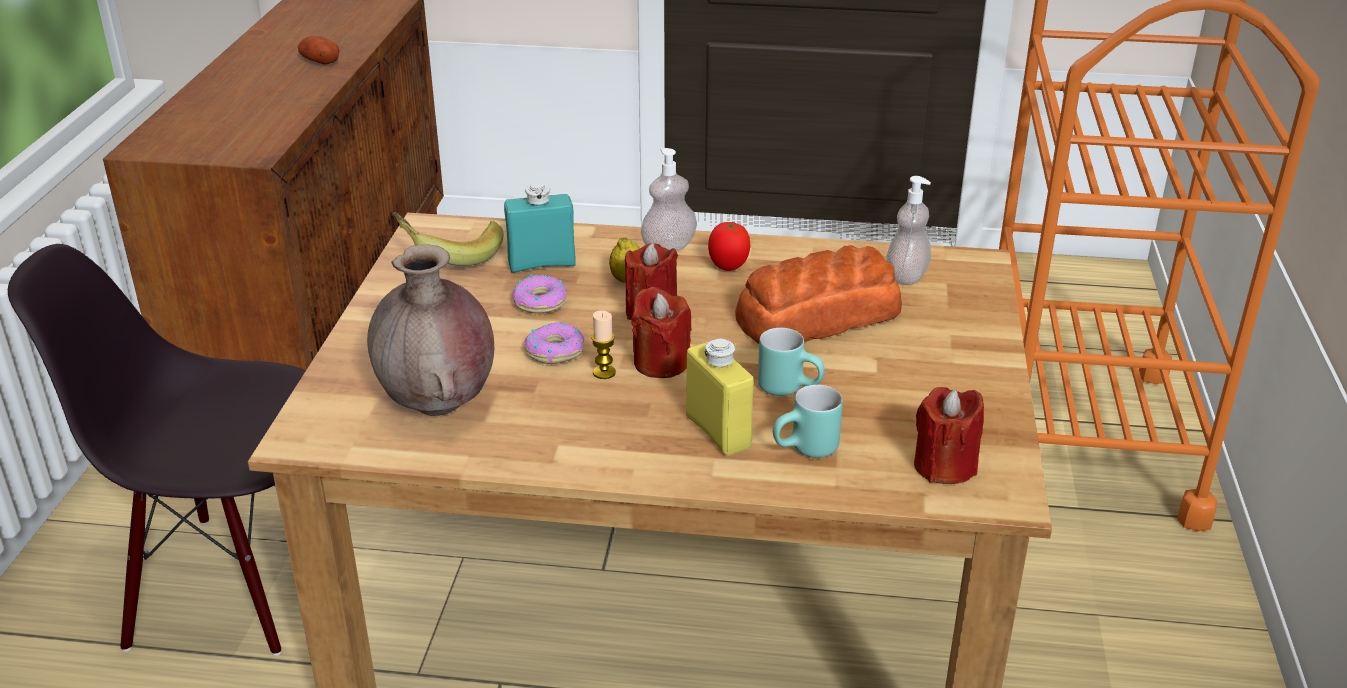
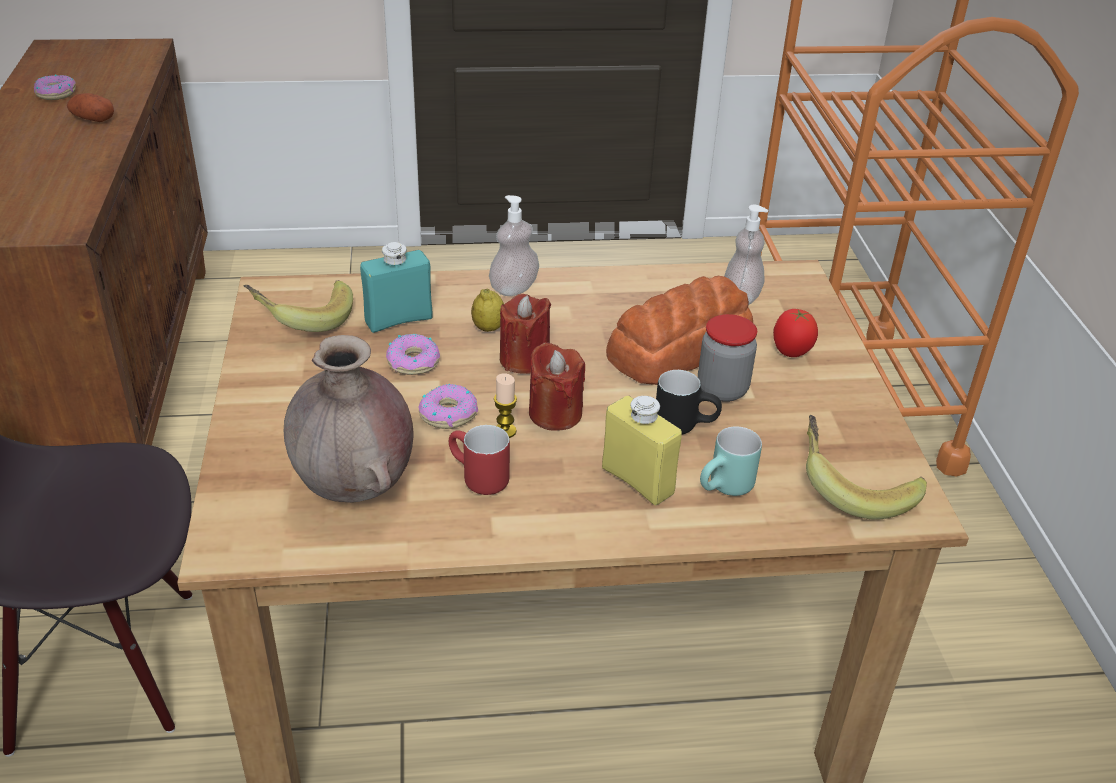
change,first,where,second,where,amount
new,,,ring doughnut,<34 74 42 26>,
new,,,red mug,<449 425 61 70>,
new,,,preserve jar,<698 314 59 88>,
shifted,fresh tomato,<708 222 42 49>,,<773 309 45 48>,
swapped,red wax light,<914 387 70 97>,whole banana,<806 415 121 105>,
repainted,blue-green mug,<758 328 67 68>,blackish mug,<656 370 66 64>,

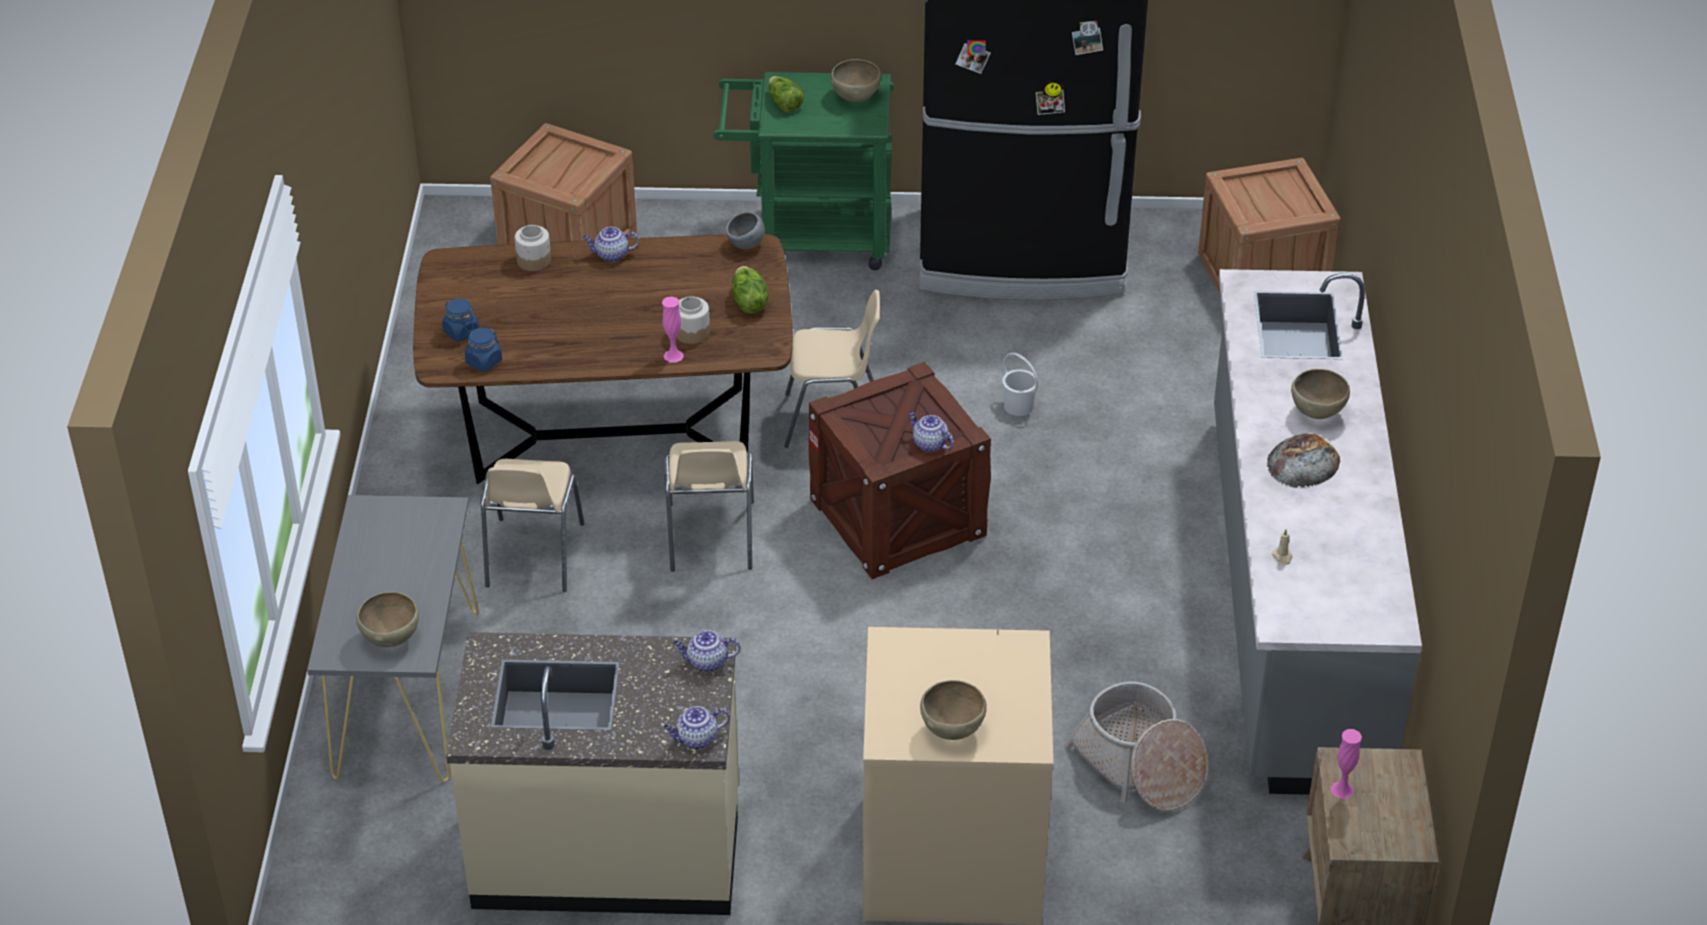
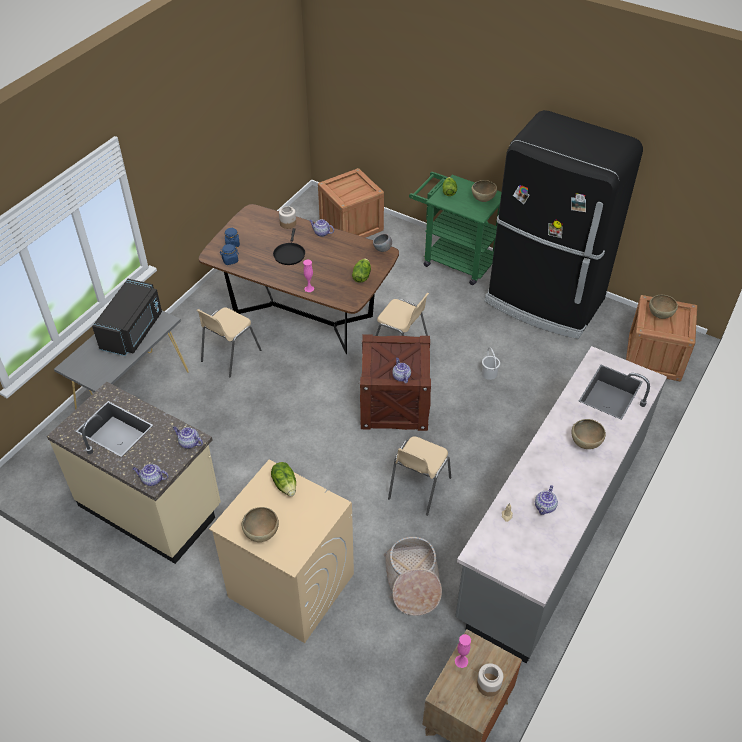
change,first,where,second,where,amount
gone,bakery bread,<1267 433 73 55>,,,
new,,,blackish microwave oven,<92 279 70 77>,
new,,,head of lettuce,<271 462 25 34>,
new,,,blackish pan,<273 228 32 37>,
new,,,teapot,<535 485 23 30>,
shifted,brown-coloured serving bowl,<356 592 63 55>,,<649 295 29 24>,
shifted,sand-coloured chair,<664 441 90 131>,,<388 436 63 80>,
shifted,preserve jar,<676 296 34 48>,,<477 663 26 34>,

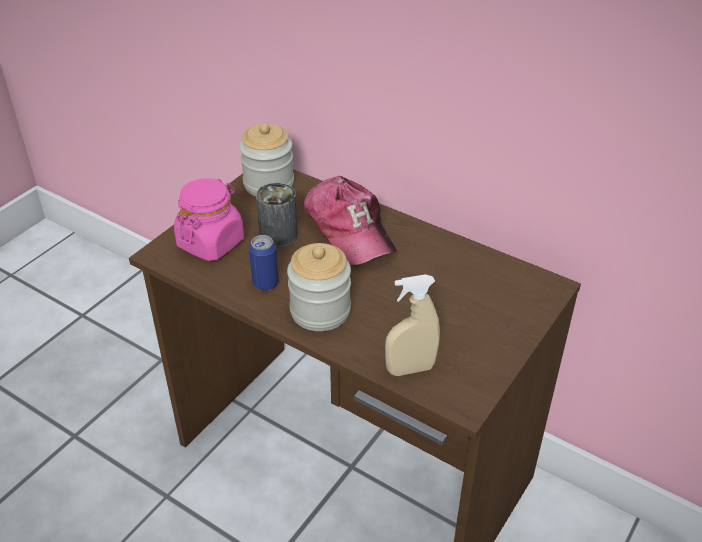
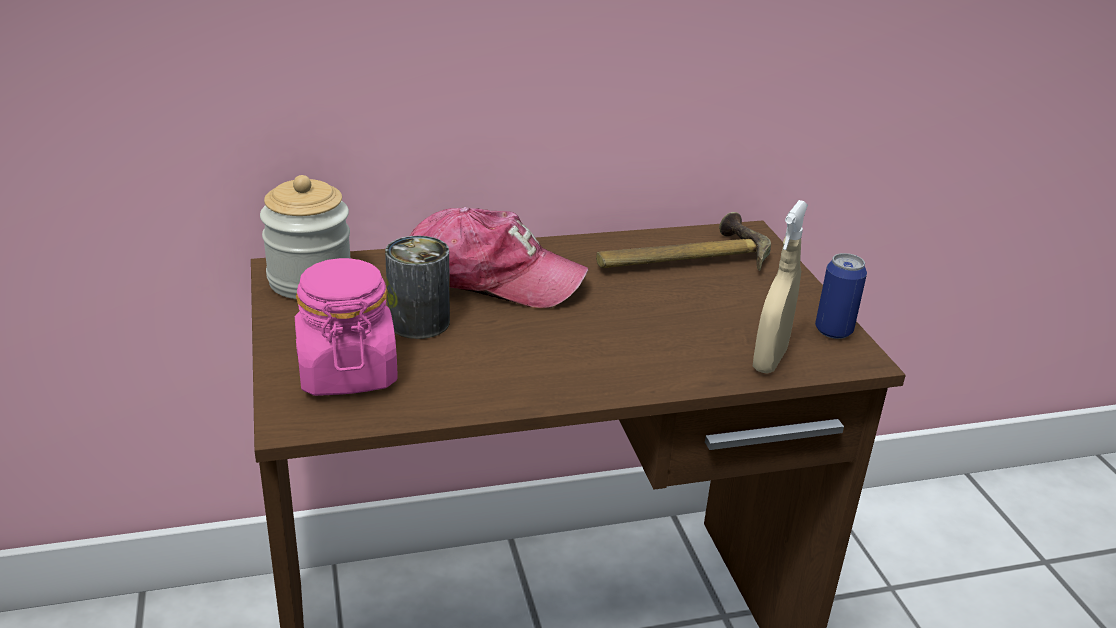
change,first,where,second,where,amount
gone,preserve jar,<287 243 64 88>,,,
new,,,tool hammer,<596 212 175 59>,
shifted,metal can,<249 235 29 56>,,<815 253 52 86>,

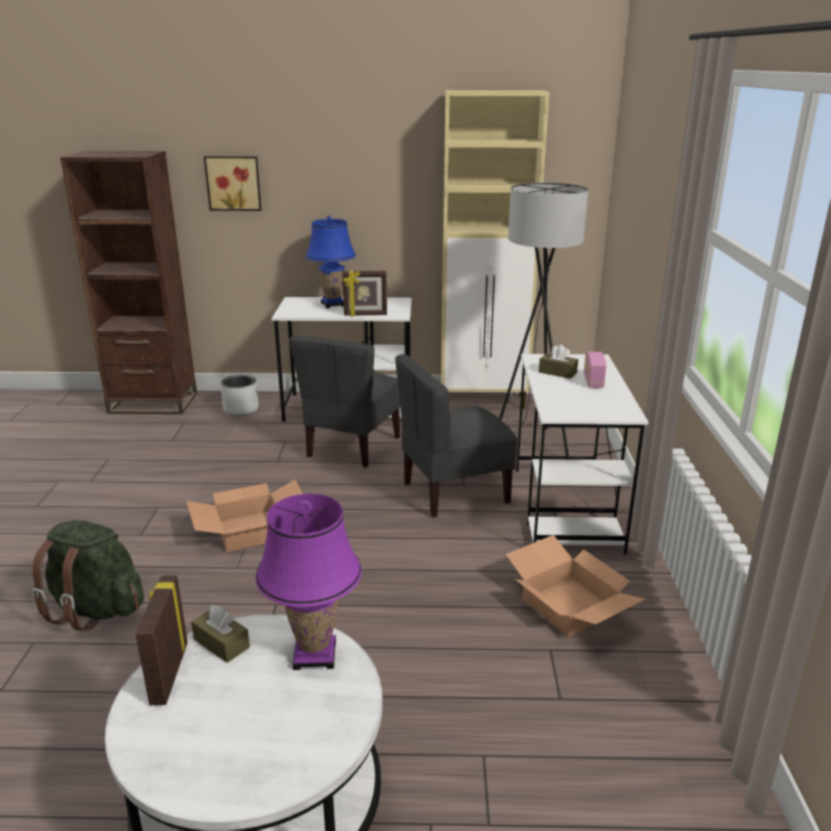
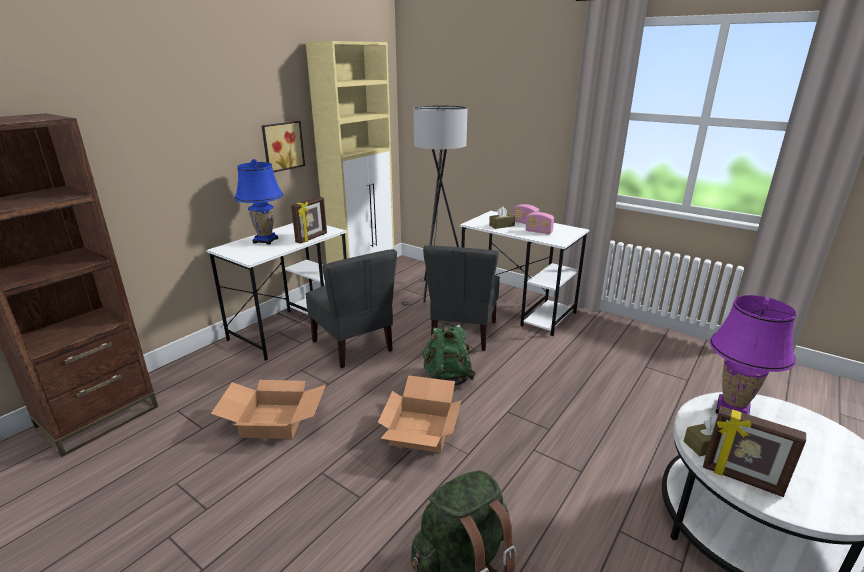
change,first,where,second,where,amount
gone,grey planter,<220 375 39 41>,,,
new,,,greenish rucksack,<423 325 53 61>,
new,,,radio receiver,<526 212 28 22>,
shifted,wall art,<204 156 57 55>,,<262 121 43 52>,
shifted,cardboard box,<505 535 141 102>,,<211 380 115 59>,

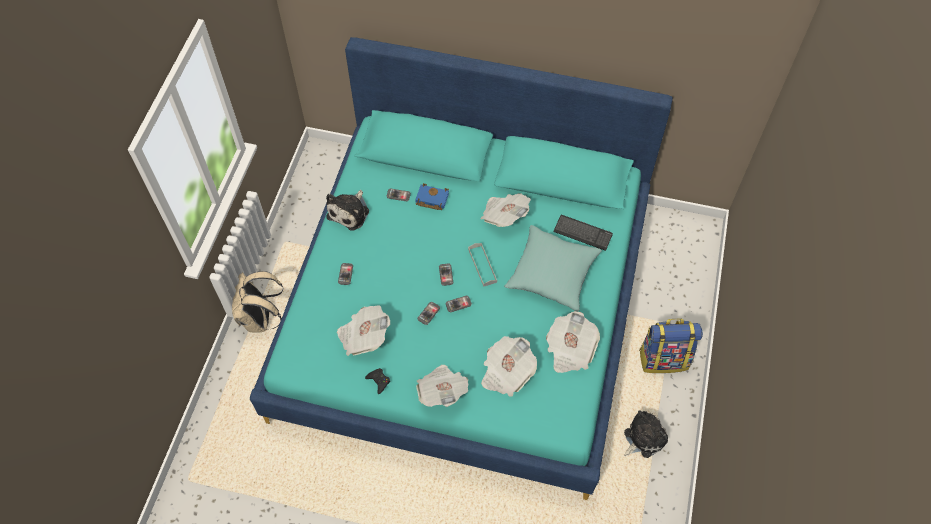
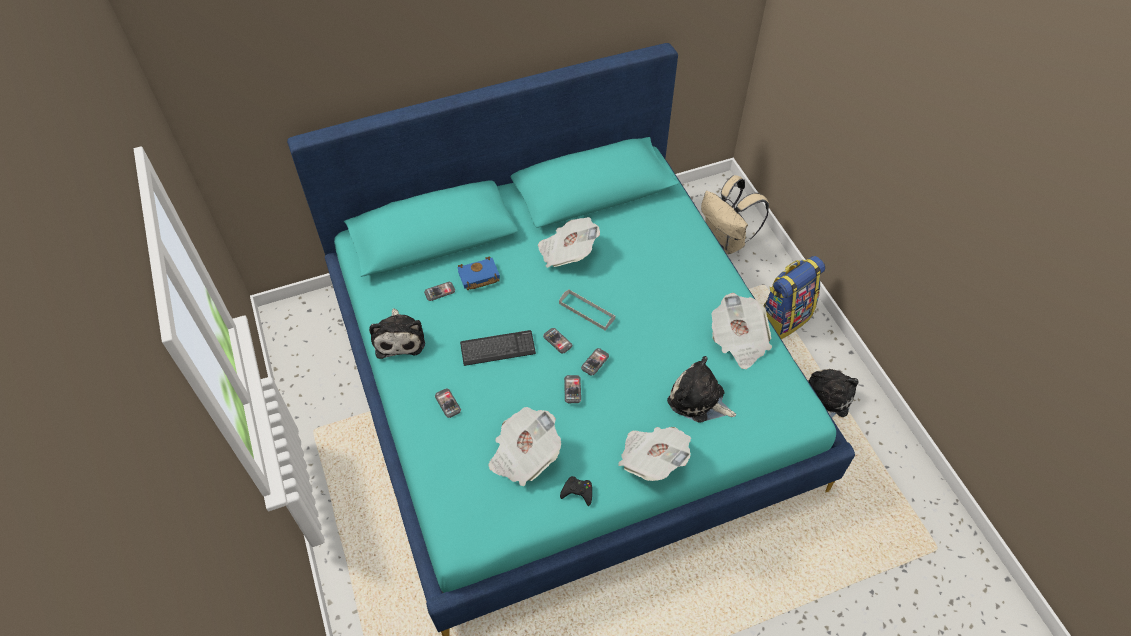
change,first,where,second,where,amount
gone,blue-green pillow,<504 225 98 87>,,,
shifted,sand-coloured rucksack,<232 271 52 62>,,<701 175 68 79>,
shifted,computer keyboard,<553 215 60 36>,,<460 330 76 36>,
swapped,daily paper,<481 336 56 61>,cuddly toy,<667 356 69 67>,

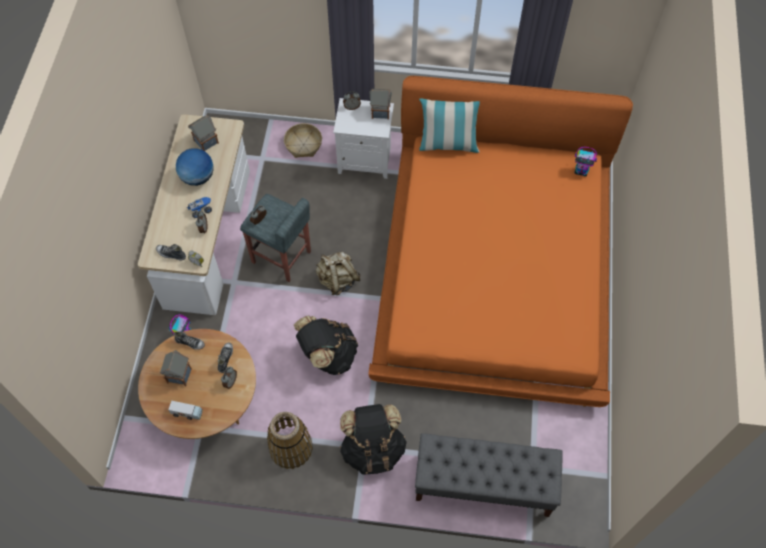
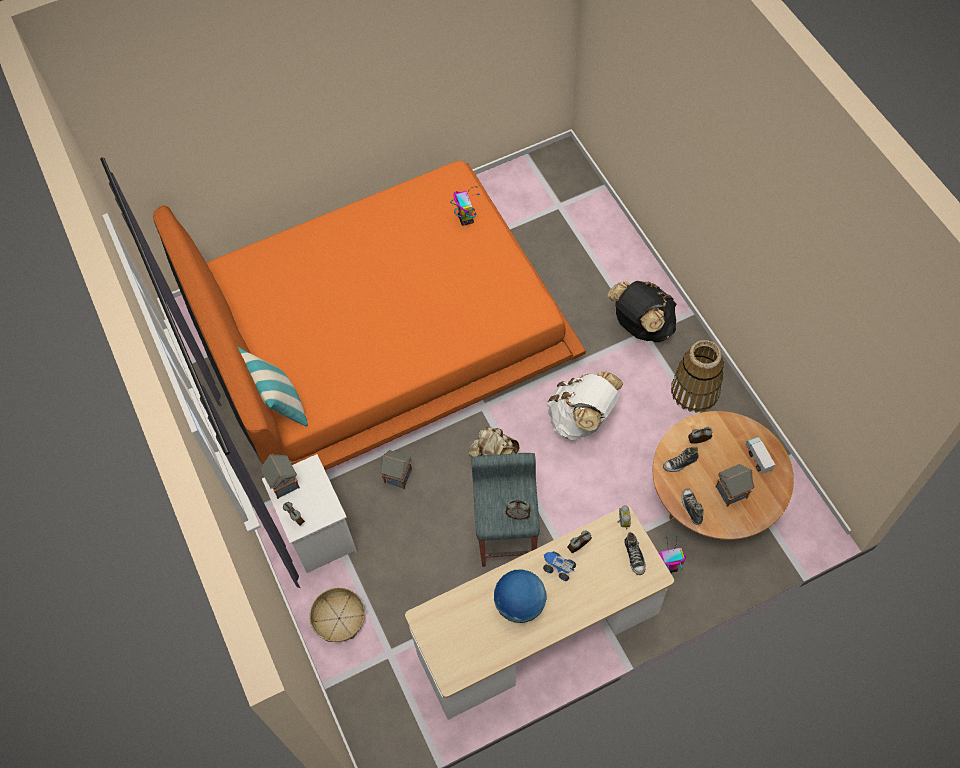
change,first,where,second,where,amount
gone,grey long seat,<415 433 147 84>,,,
shifted,miniature house,<188 115 31 36>,,<380 450 32 39>,
shifted,robot figure,<574 147 23 29>,,<450 186 29 40>,
repainted,blackish rucksack,<294 315 64 60>,white-coloured rucksack,<547 372 77 68>,

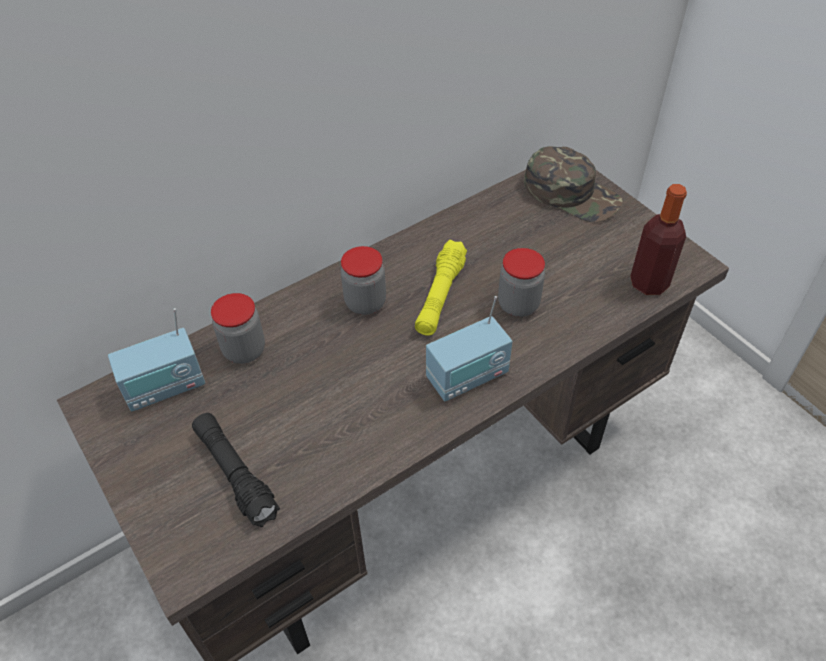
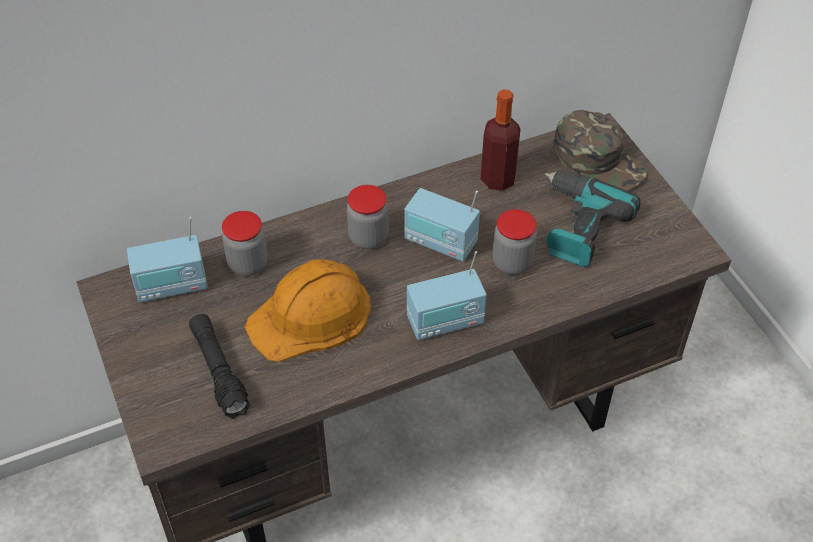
change,first,where,second,where,amount
new,,,orange safety helmet,<245 259 126 103>,
new,,,electric drill,<545 170 96 97>,
shifted,beverage bottle,<630 184 57 111>,,<480 89 41 102>,
swapped,yellow-coloured flashlight,<415 240 52 96>,radio receiver,<404 188 76 73>,

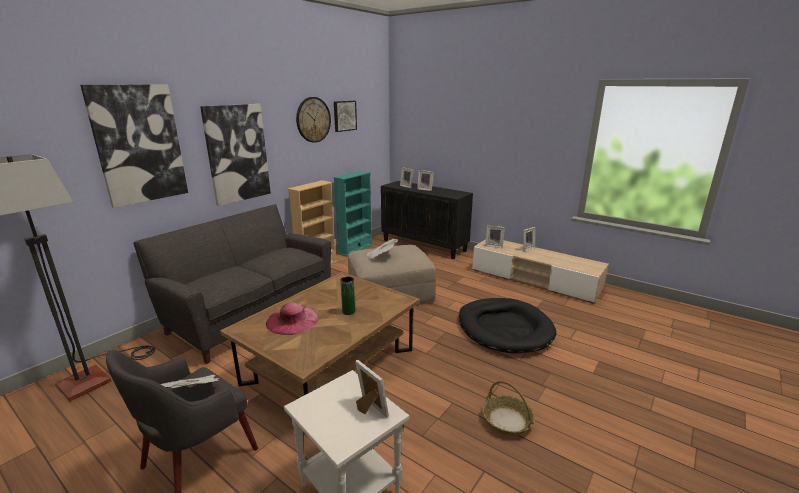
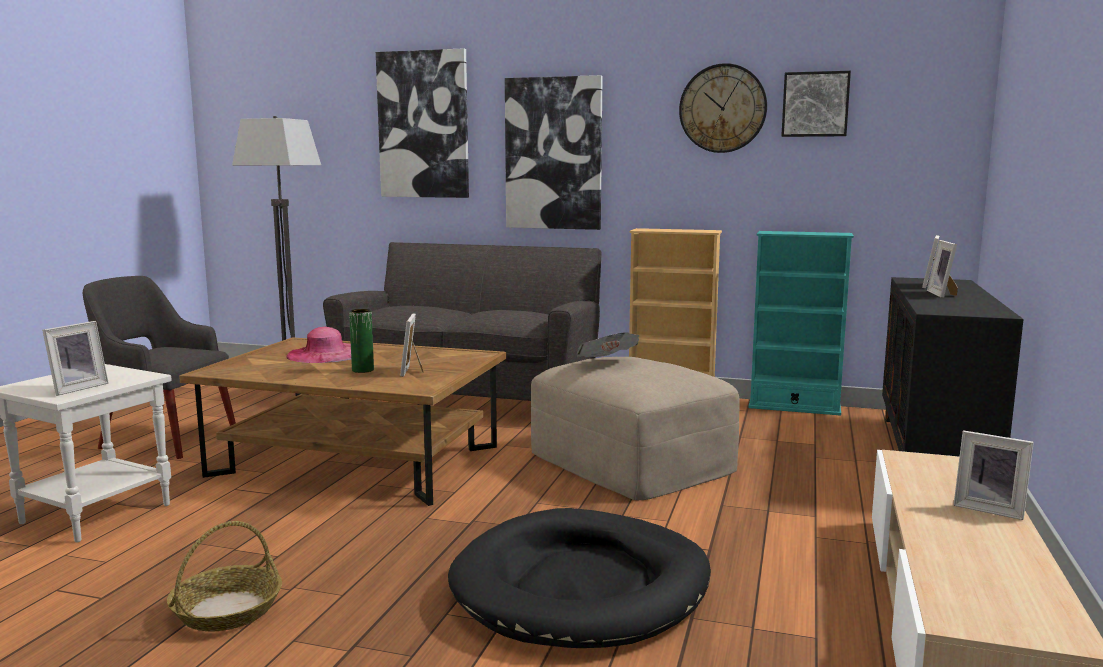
change,first,where,second,where,amount
gone,daily paper,<161 375 58 13>,,,
shifted,standing frame,<485 226 20 22>,,<400 313 23 64>,

